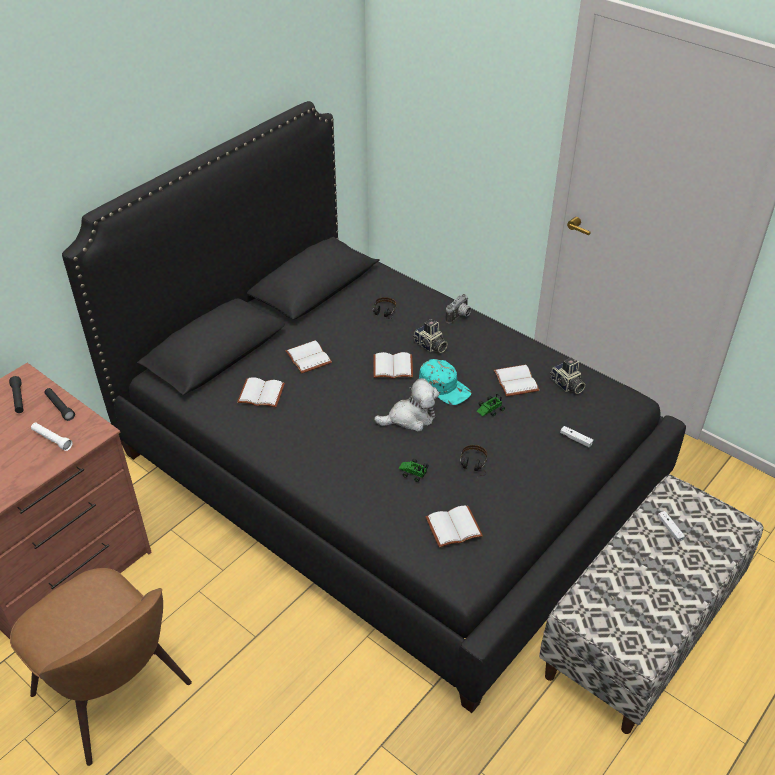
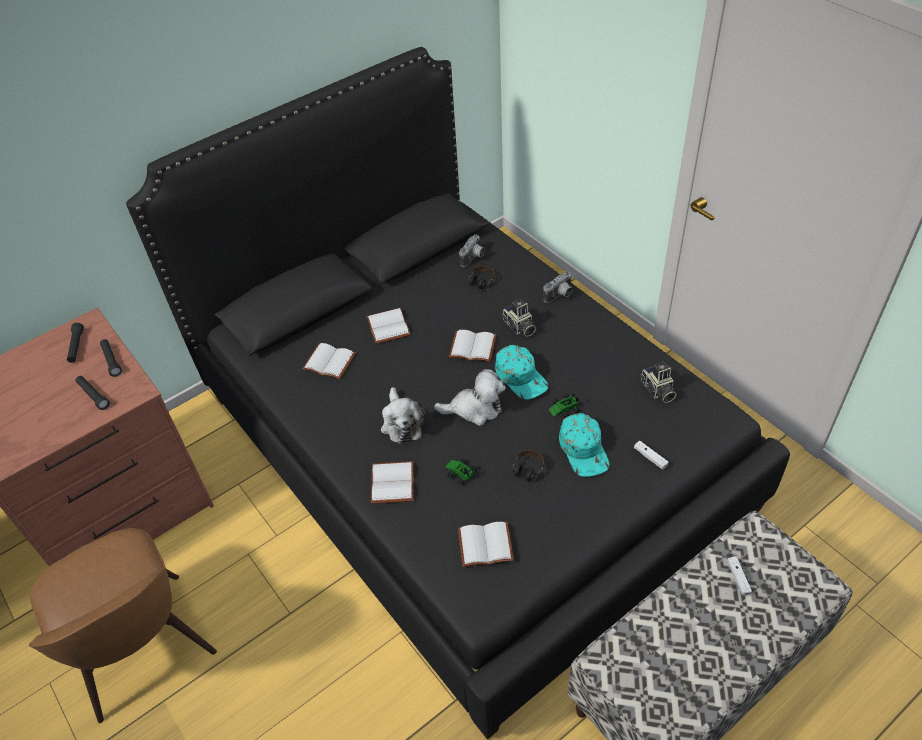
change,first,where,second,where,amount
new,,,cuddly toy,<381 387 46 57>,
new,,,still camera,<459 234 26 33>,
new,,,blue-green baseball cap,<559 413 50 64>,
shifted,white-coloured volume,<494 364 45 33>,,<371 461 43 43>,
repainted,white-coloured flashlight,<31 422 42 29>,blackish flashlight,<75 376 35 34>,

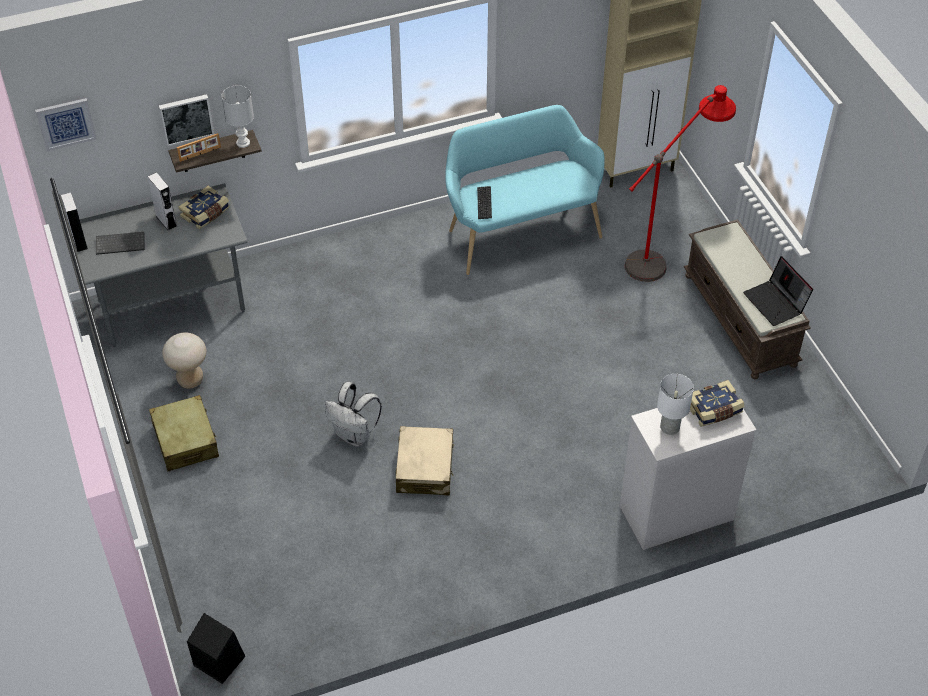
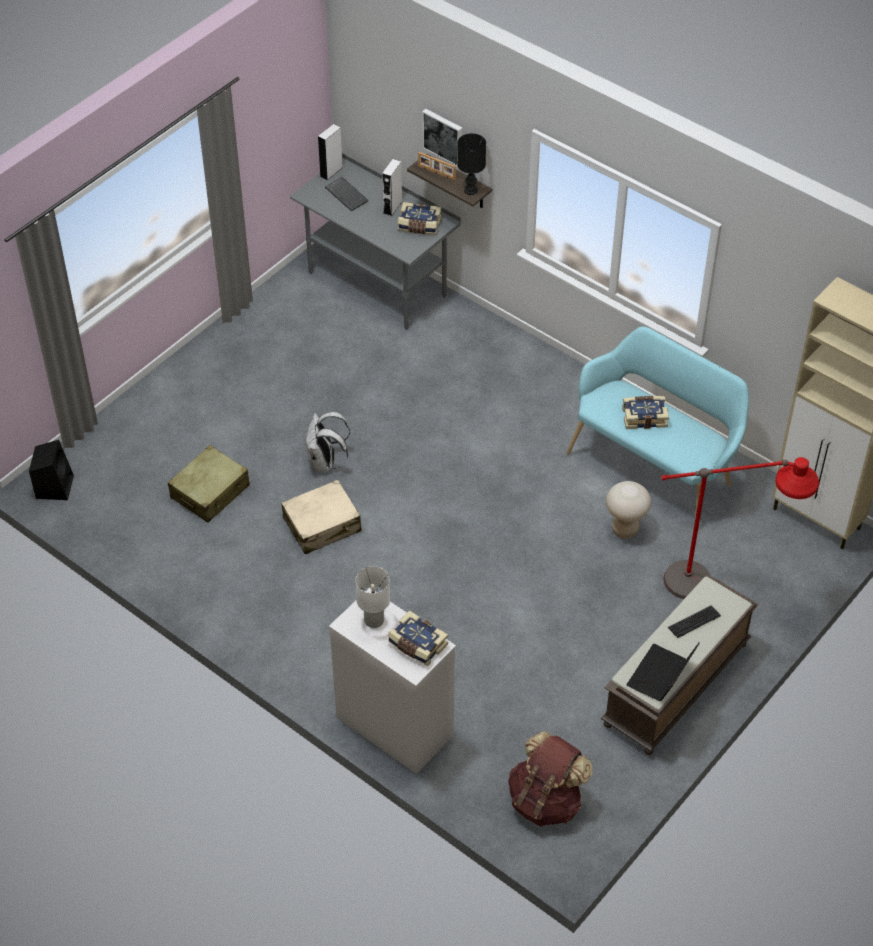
change,first,where,second,where,amount
gone,wall art,<35 98 62 53>,,,
new,,,brown-coloured rucksack,<508 731 85 95>,
new,,,volume,<622 396 47 33>,
shifted,sand-coloured travel case,<149 395 70 76>,,<168 445 82 78>,
shifted,sand-coloured stool,<162 333 44 56>,,<606 481 45 58>,
shifted,computer keyboard,<477 186 15 33>,,<668 605 53 33>,
repainted,white-coloured tabletop lamp,<221 85 33 63>,blackish tabletop lamp,<457 133 29 62>,

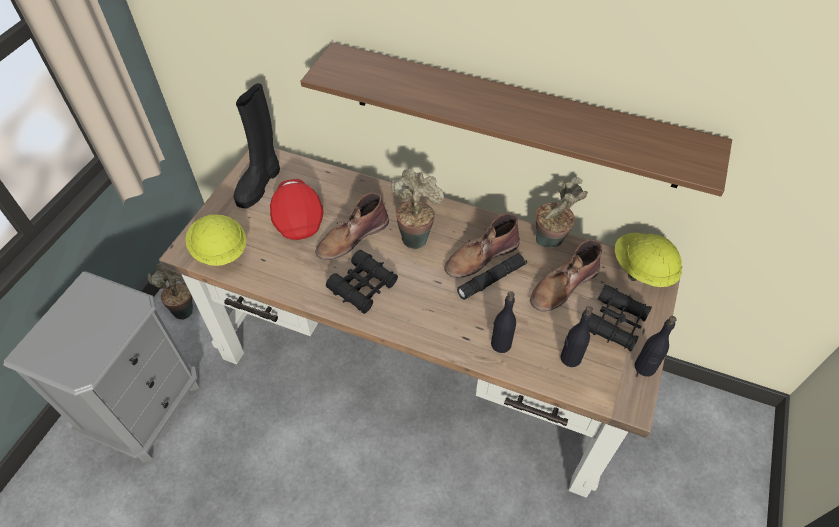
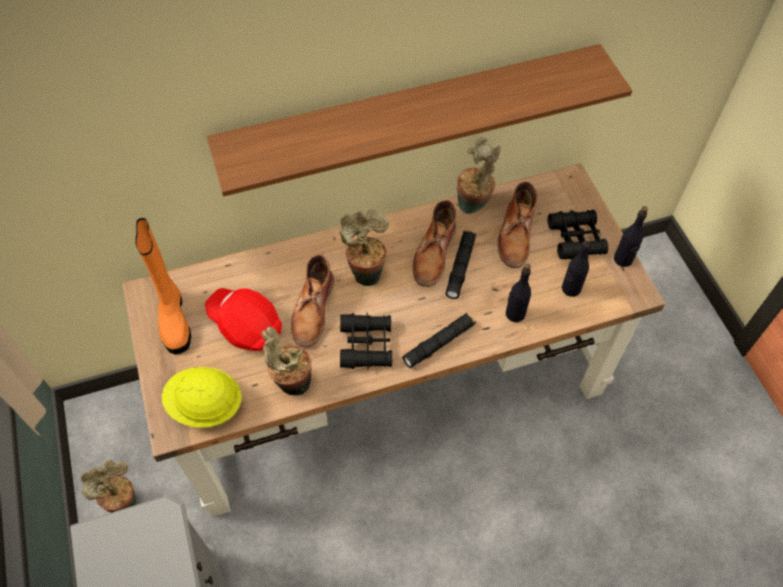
change,first,where,second,where,amount
gone,yellow-coloured safety helmet,<615 233 67 54>,,,
new,,,potted plant,<262 326 49 70>,
new,,,blackish flashlight,<403 313 73 55>,
repainted,blackish tall boot,<233 83 47 125>,orange tall boot,<135 218 56 137>,

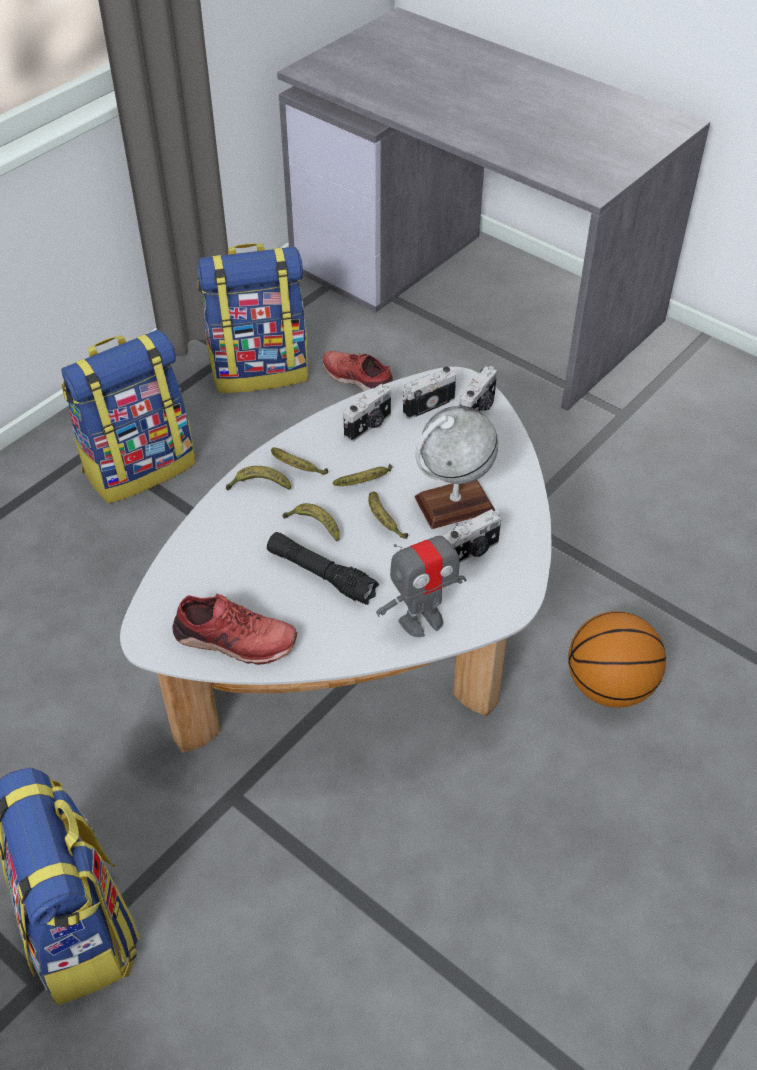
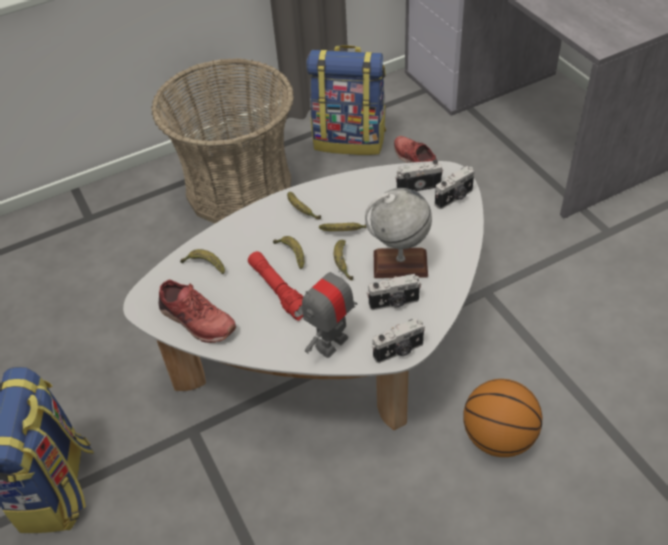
change,first,where,second,where,amount
shifted,whole banana,<226 466 65 25>,,<180 249 45 25>,
shifted,still camera,<343 384 48 58>,,<372 318 53 45>,
swapped,rucksack,<61 330 134 173>,basket,<151 58 143 165>,
repainted,blackish flashlight,<267 532 112 73>,red flashlight,<248 251 55 70>,
rotated,robot figure,<376 523 90 114>,,<302 257 55 101>,135 degrees clockwise

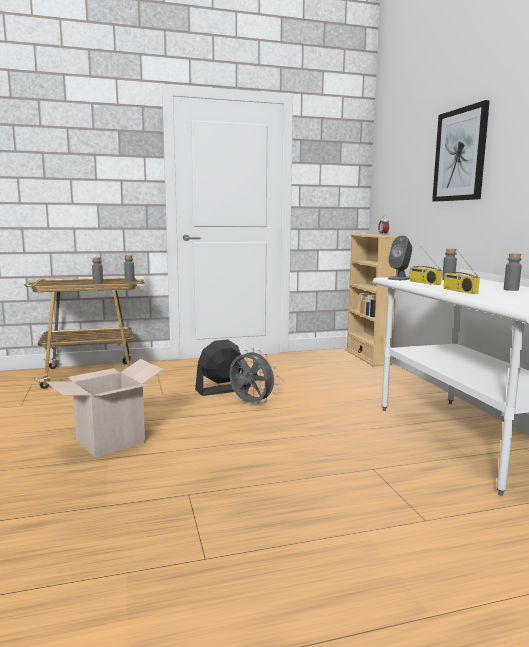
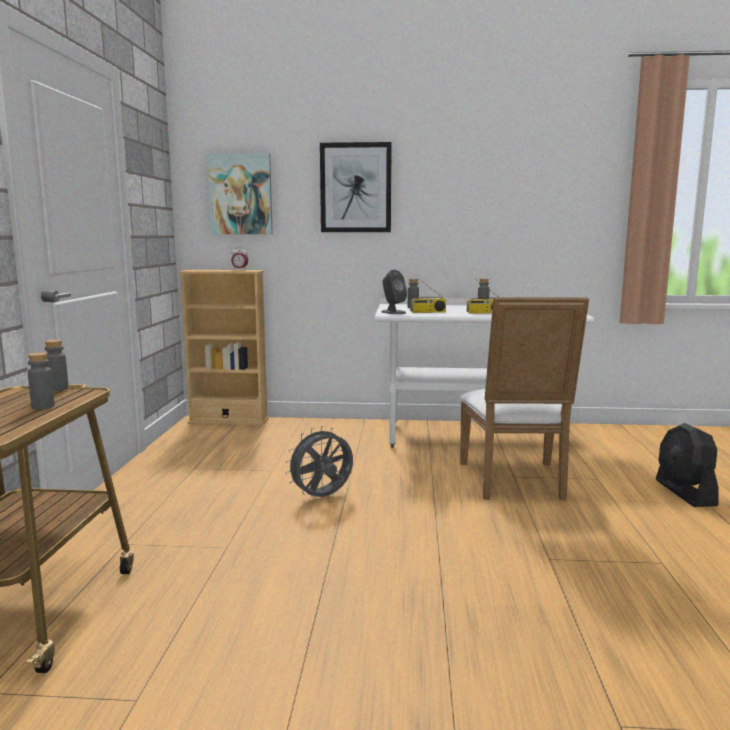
change,first,where,second,where,amount
gone,cardboard box,<46 359 117 99>,,,
new,,,wall art,<207 153 66 81>,
new,,,white-coloured chair,<460 297 129 203>,
shifted,blackish cooling fan,<195 339 52 57>,,<656 423 63 84>,

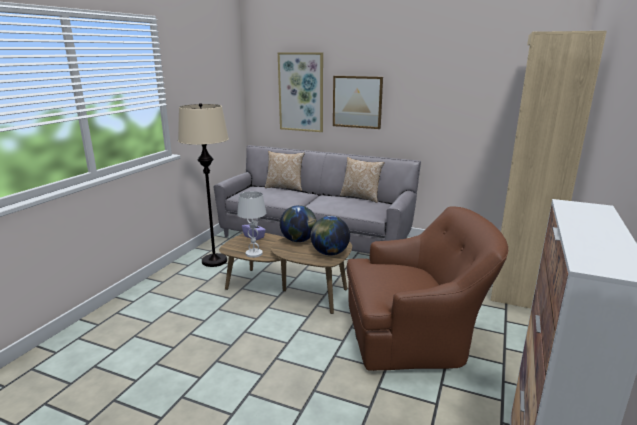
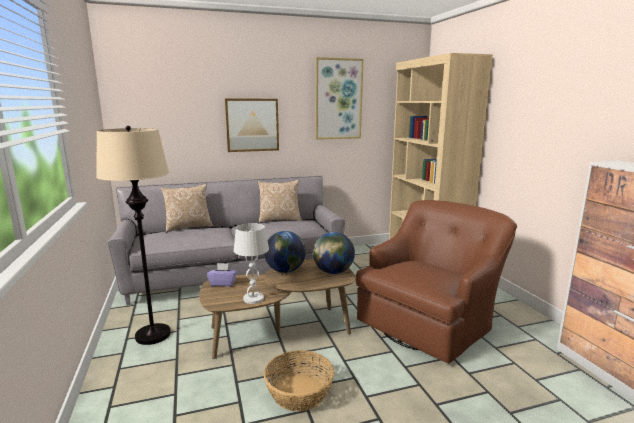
change,first,where,second,where,amount
new,,,basket,<264 350 70 61>,
shifted,wall art,<278 52 45 80>,,<315 57 48 83>,

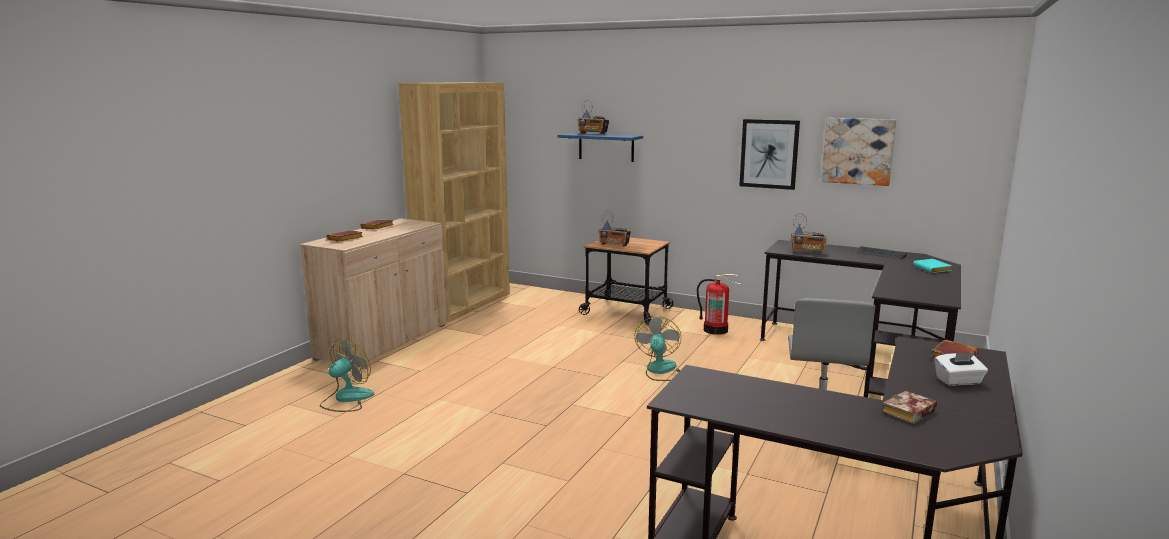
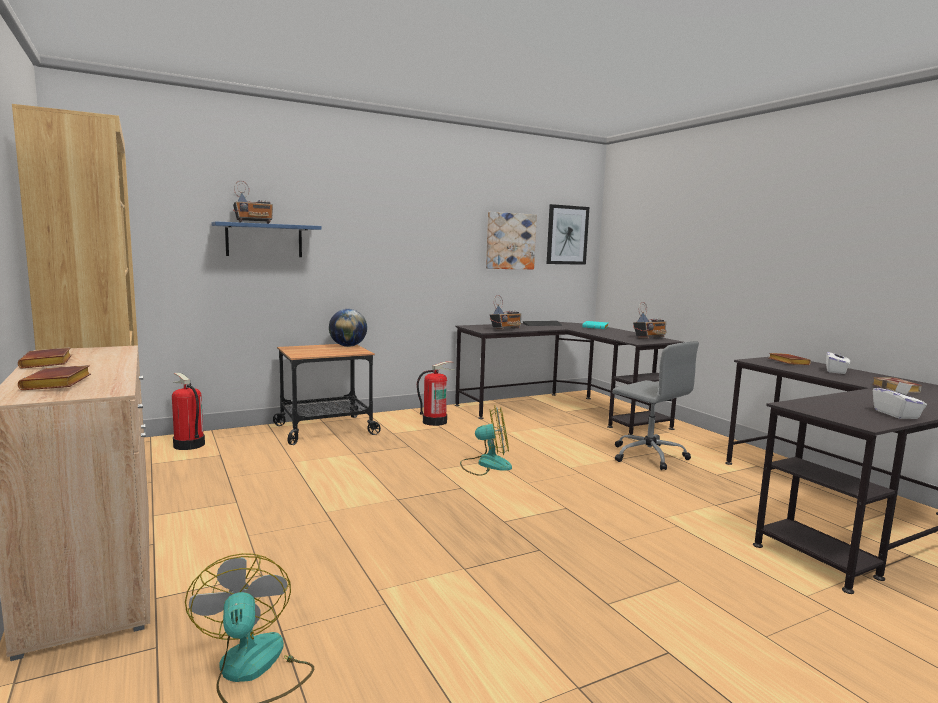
change,first,where,second,where,amount
new,,,extinguisher,<172 372 33 78>,
new,,,desk globe,<329 309 38 38>,
new,,,white-coloured tissue box,<873 381 54 38>,
shifted,radio receiver,<598 211 33 36>,,<633 302 34 37>,
shifted,wall art,<739 119 61 71>,,<547 204 42 61>,
rotated,cooling fan,<635 317 46 64>,,<460 405 52 71>,135 degrees clockwise

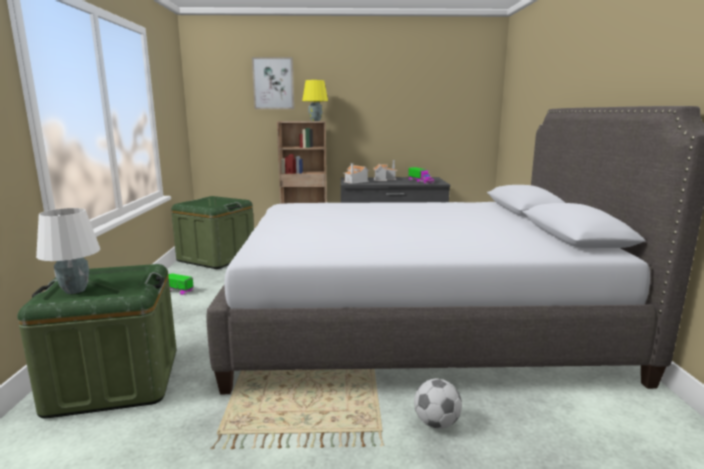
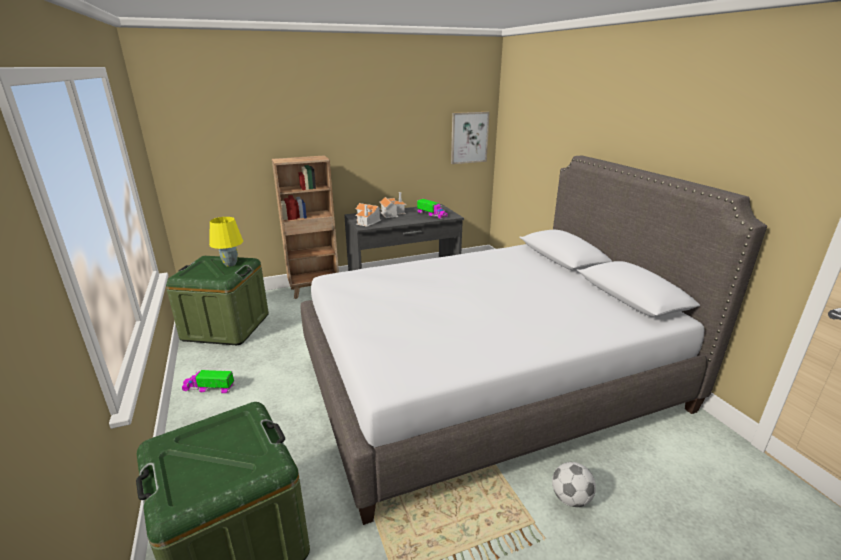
change,first,where,second,where,amount
gone,white-coloured tabletop lamp,<36 208 64 86>,,,
shifted,wall art,<252 57 42 52>,,<451 112 39 52>,
shifted,yellow-coloured tabletop lamp,<302 80 26 41>,,<209 217 34 50>,

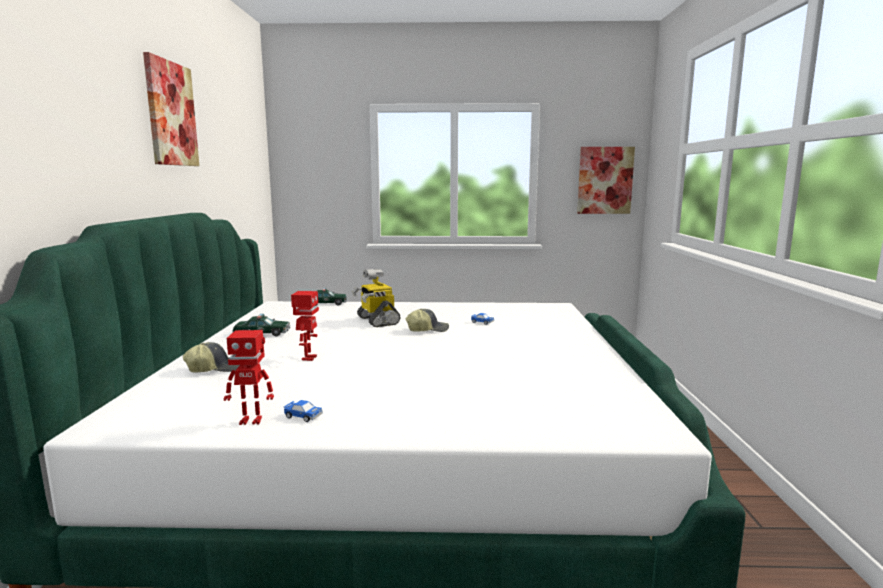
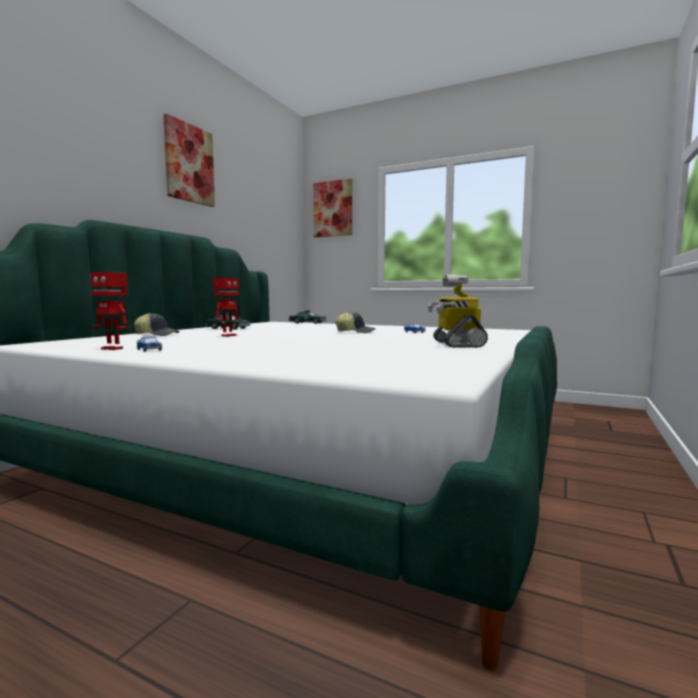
change,first,where,second,where,amount
shifted,robot figure,<352 269 48 58>,,<428 274 60 74>,
shifted,wall art,<577 147 58 67>,,<313 178 39 59>,

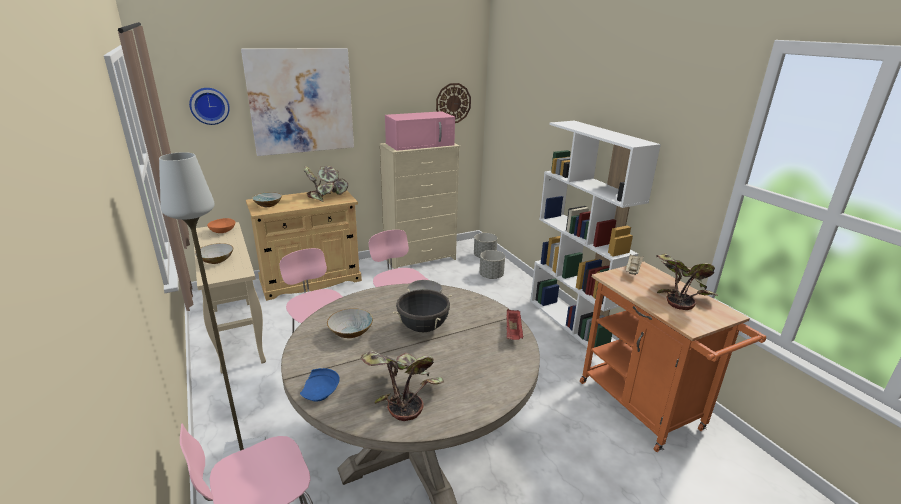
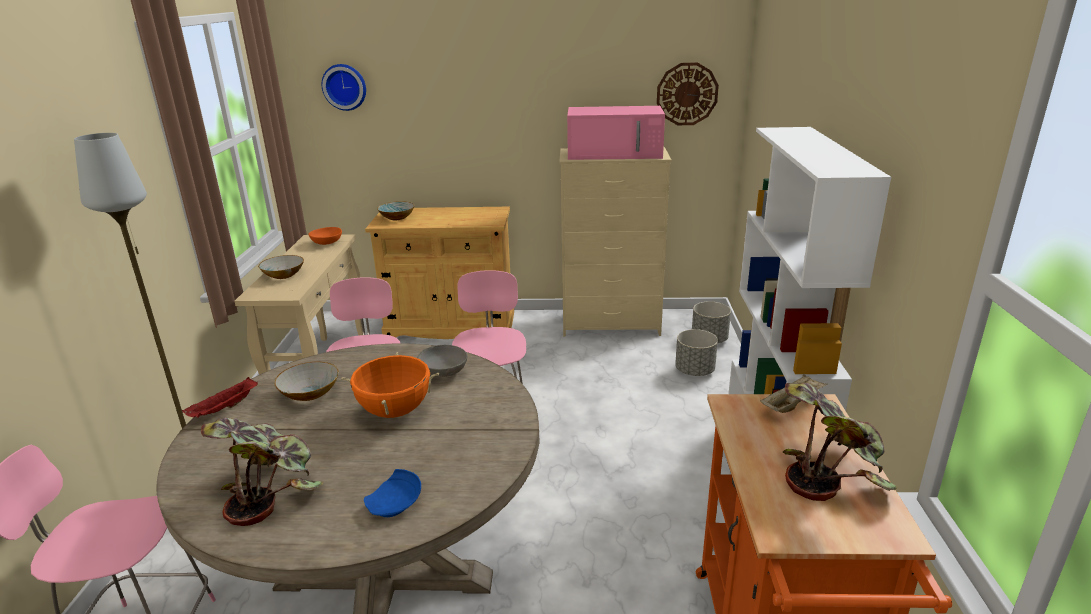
change,first,where,second,where,amount
gone,wall art,<241 48 113 108>,,,
gone,potted plant,<304 166 44 36>,,,
shifted,blue-coloured flat dish,<300 368 40 34>,,<364 469 57 48>,
shifted,red tray,<507 309 16 31>,,<182 377 76 41>,
repainted,blackish cooking pot,<393 289 59 43>,orange cooking pot,<341 352 98 66>,

